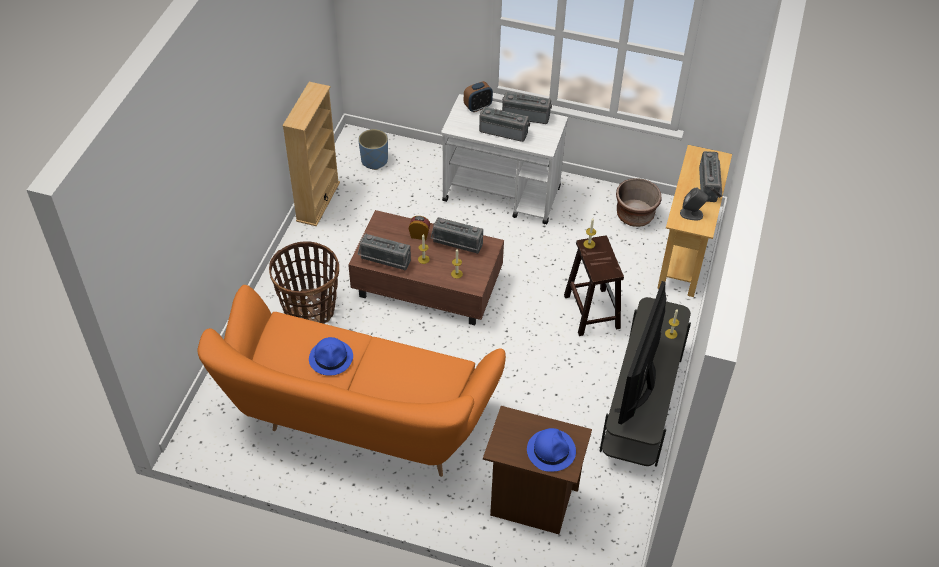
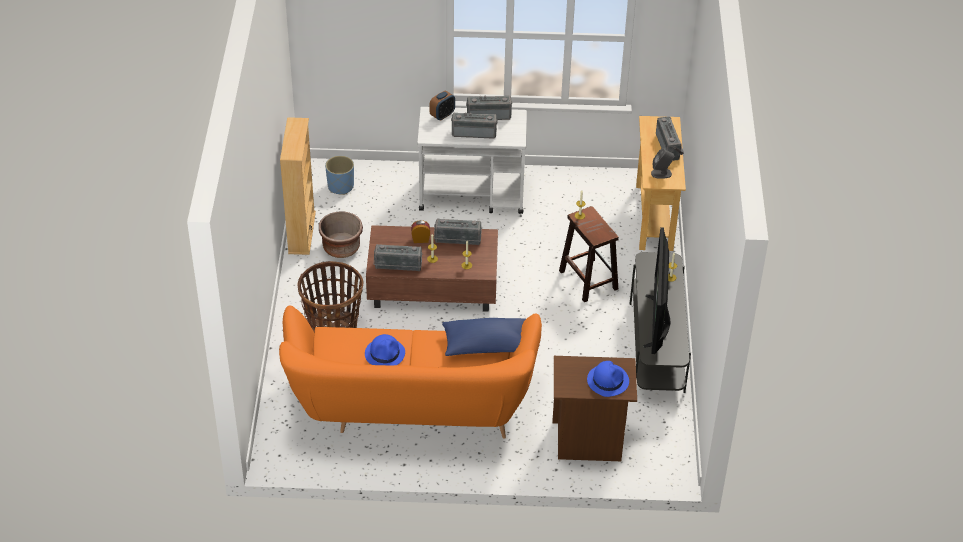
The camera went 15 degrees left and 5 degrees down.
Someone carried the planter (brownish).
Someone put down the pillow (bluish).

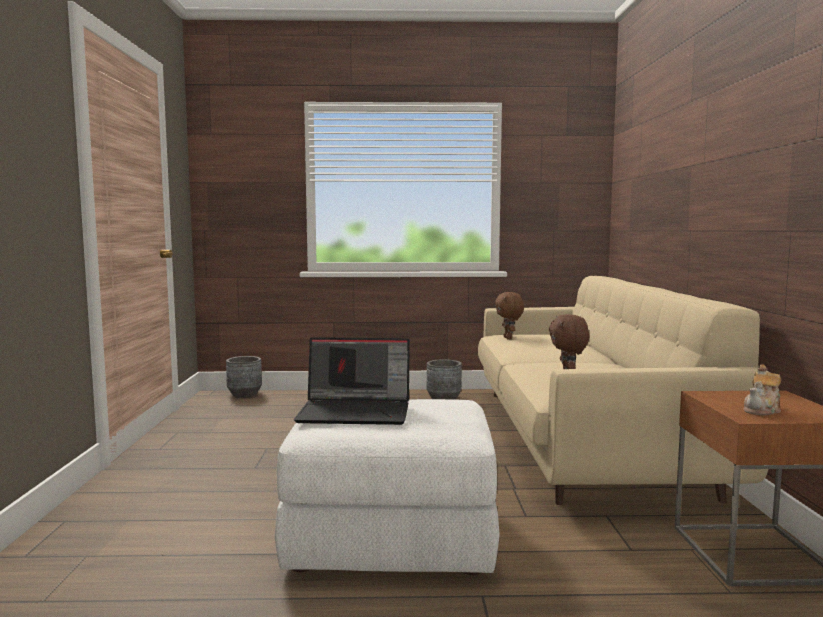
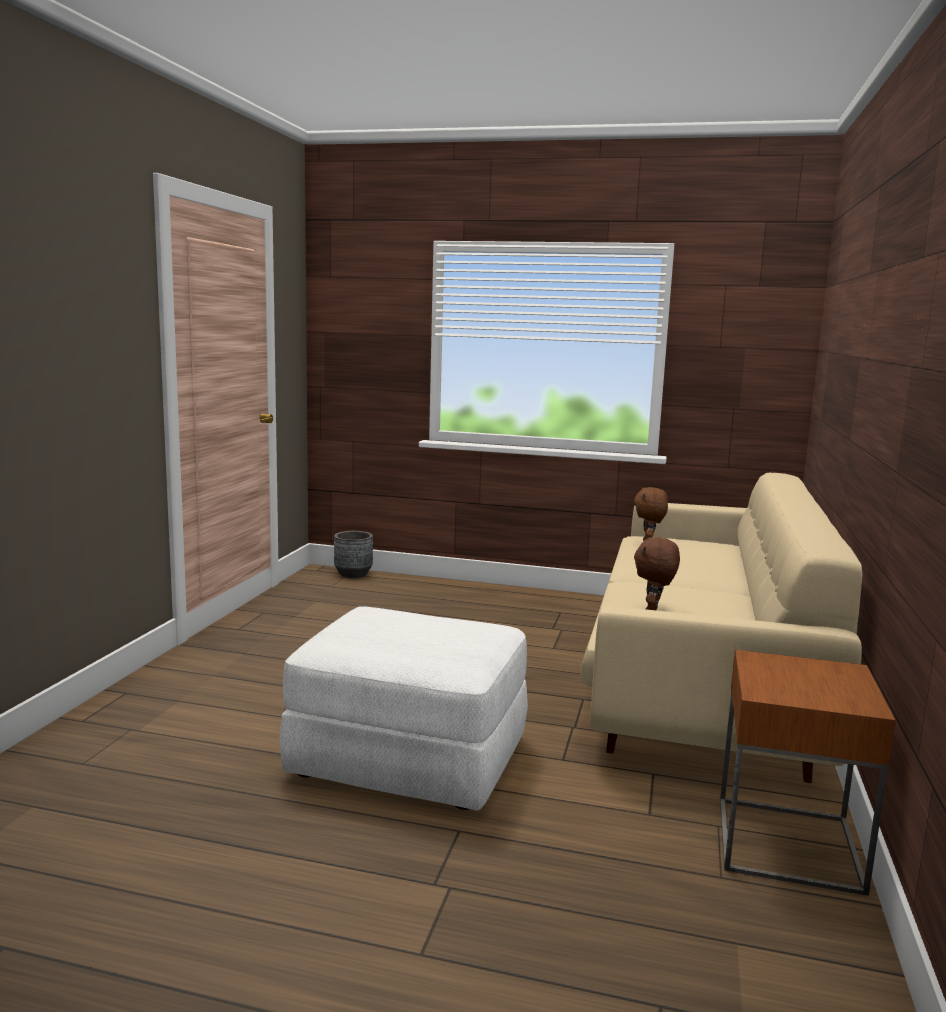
The camera went 15 degrees right and 5 degrees up.
Someone took away the laptop.
Someone took away the planter (greyish) (no. 2 from left).
Someone took away the pot for tea.

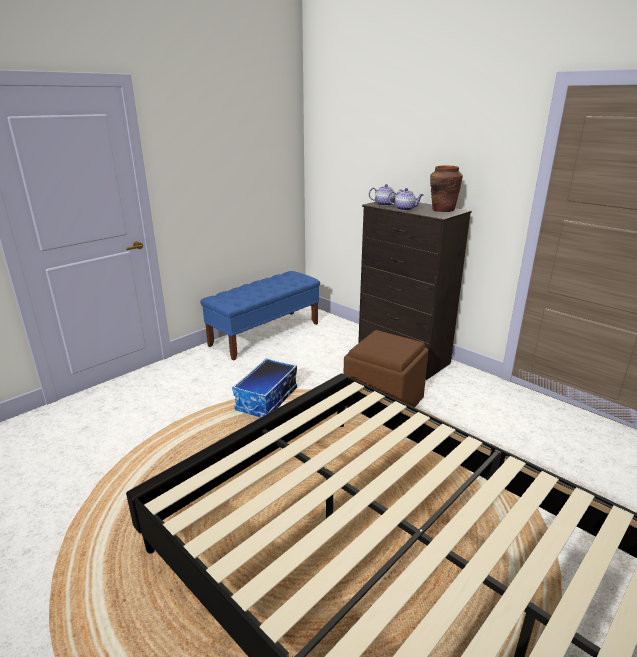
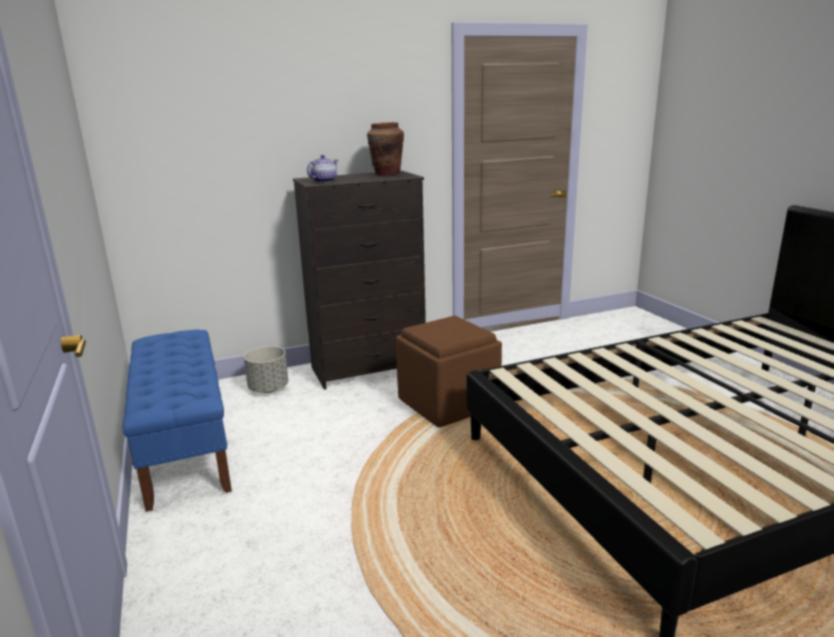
The camera went 65 degrees left and 5 degrees down.
Someone put down the planter (greyish).
Someone took away the storage bin.
Someone took away the pot for tea (no. 2 from left).

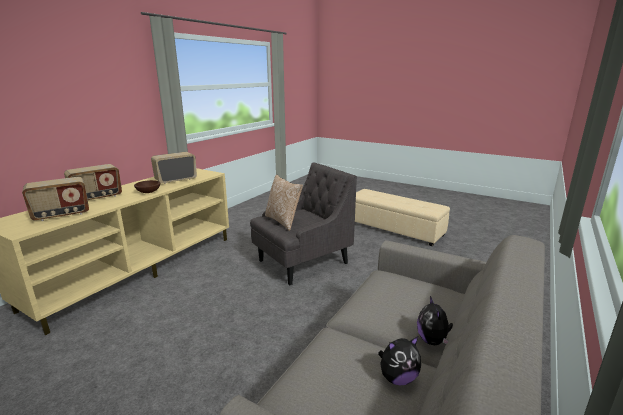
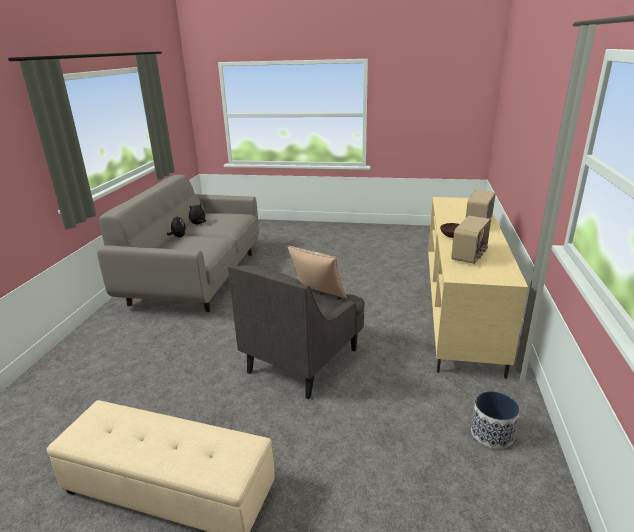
The camera went 160 degrees right and 5 degrees up.
Someone put down the planter.
Someone took away the radio receiver (no. 1 from left).

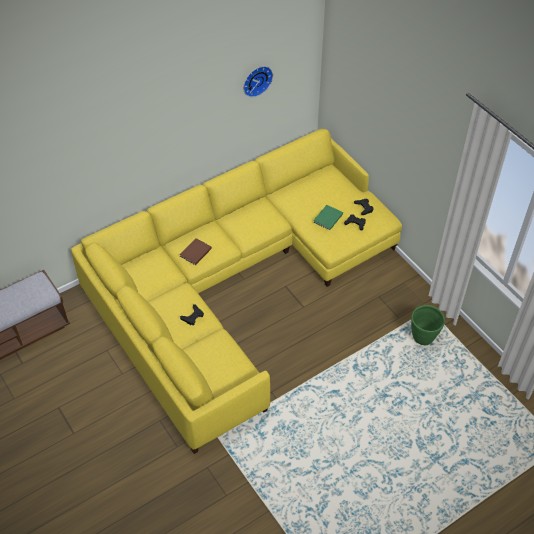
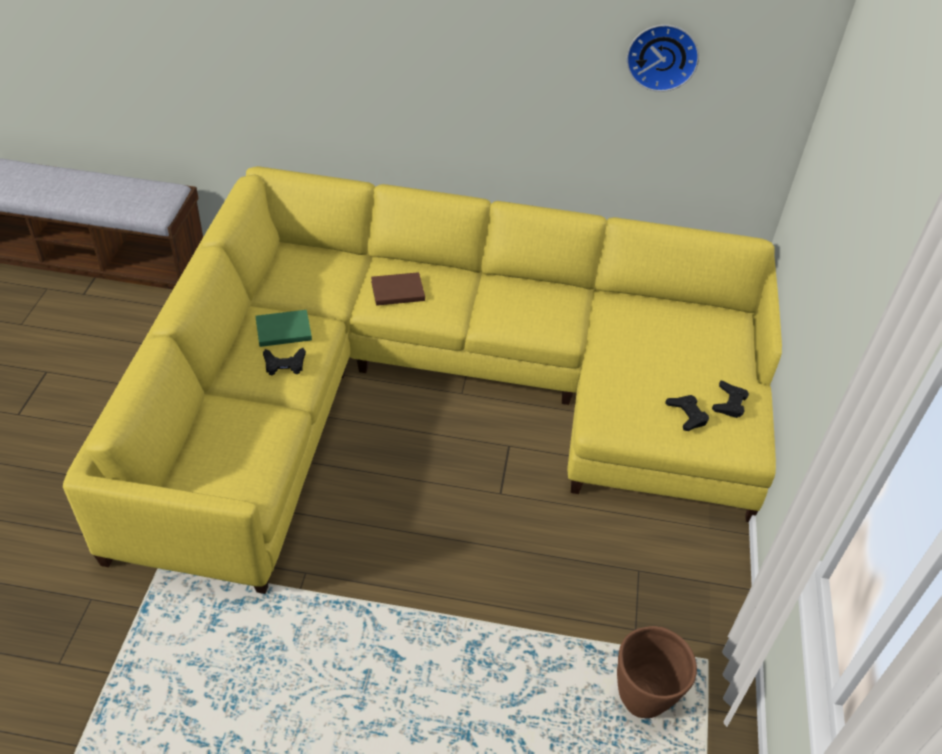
The camera went 40 degrees right and 5 degrees down.
Someone carried the book (green-coloured).
Someone repainted the planter (green-coloured), which became the planter (brownish).

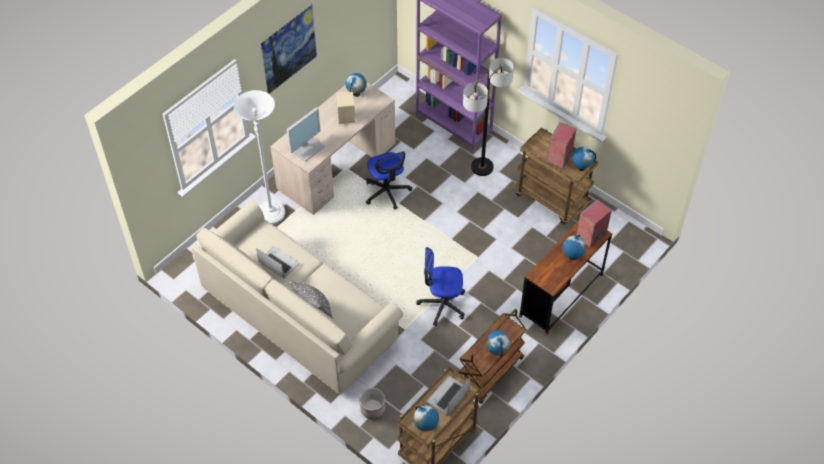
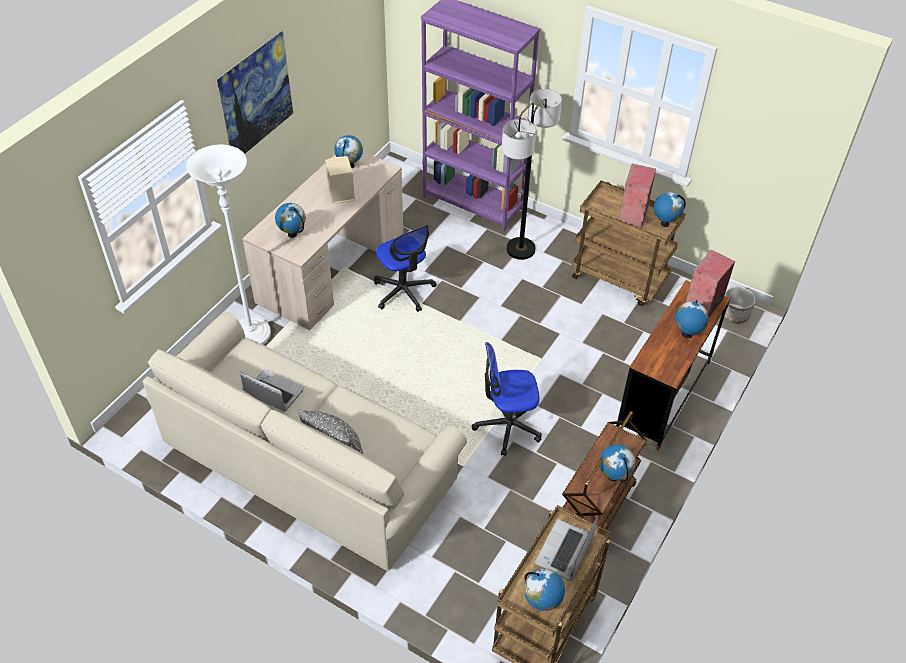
The camera went 10 degrees left and 5 degrees down.
Someone swapped the computer screen for the globe (no. 1 from left).
Someone carried the planter.

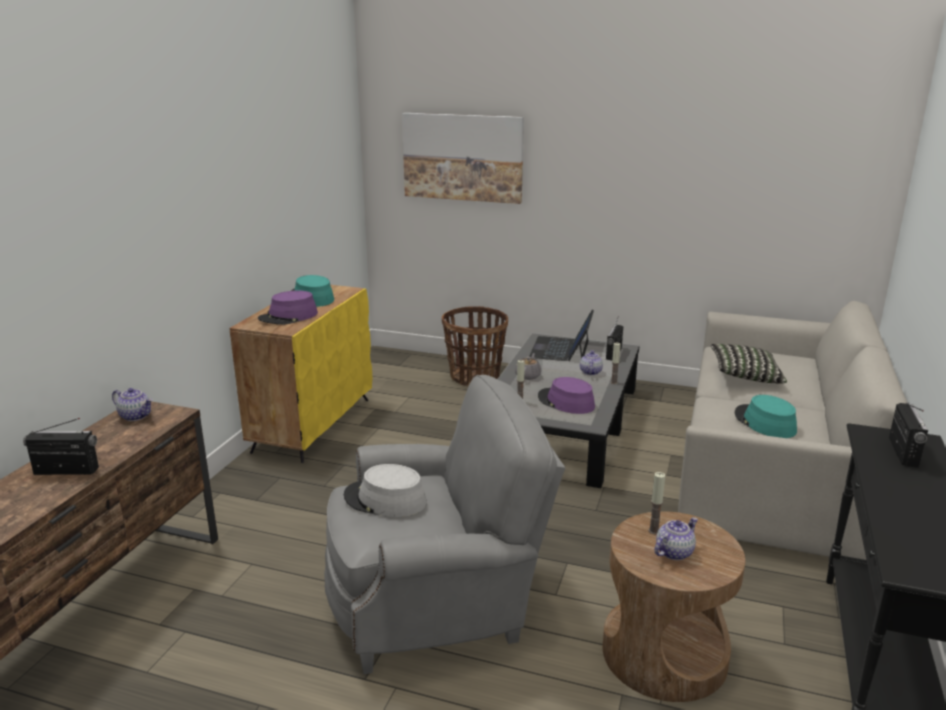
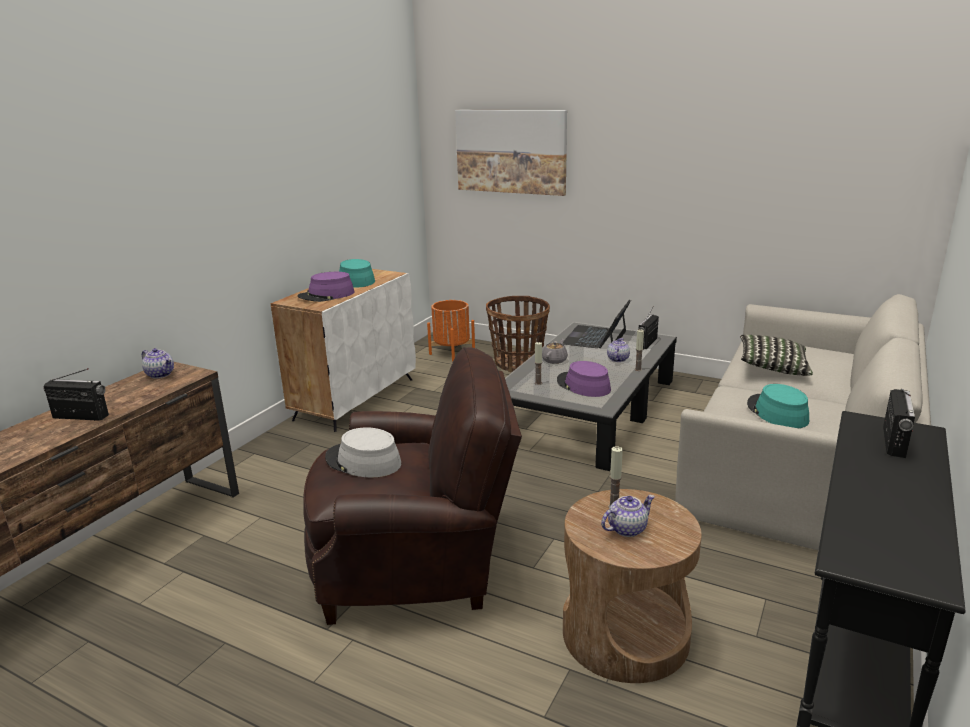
The camera went 10 degrees right and 0 degrees up.
Someone repainted the cupboard (yellow-coloured), which became the cupboard (white-coloured).
Someone repainted the easy chair (greyish), which became the easy chair (brownish).
Someone put down the planter (orange).

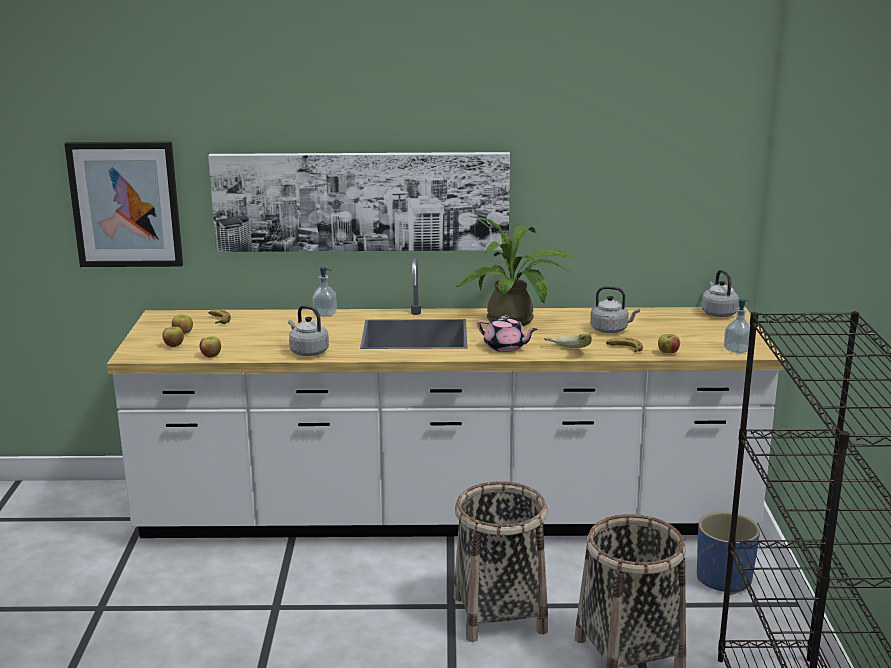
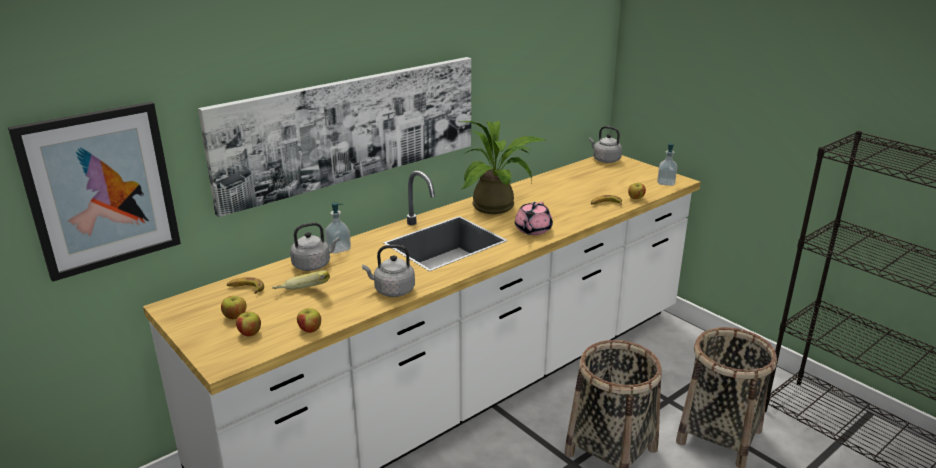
The camera went 40 degrees left and 5 degrees up.
Someone carried the banana (no. 2 from left).
Someone carried the water kettle (greyish) (no. 2 from left in the first image).
Someone rotated the pot for tea (pink) by 120 degrees clockwise.
Someone took away the planter (bluish).

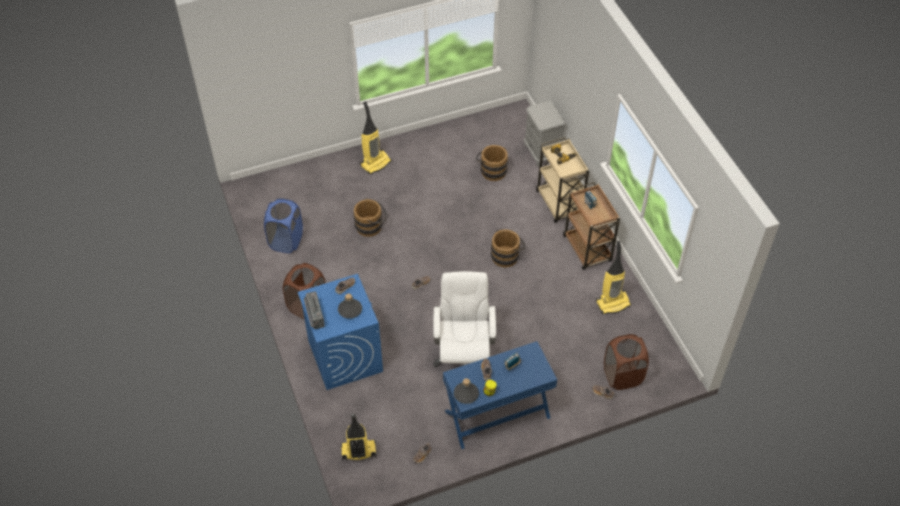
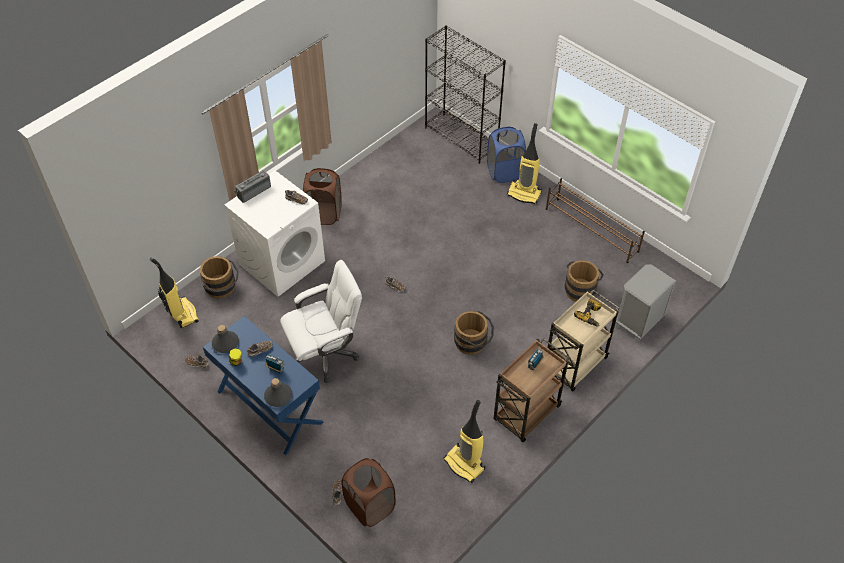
The camera went 65 degrees right and 0 degrees up.
Someone carried the water bucket (brownish) (no. 1 from left).
Someone repainted the laundry appliance (bluish), which became the laundry appliance (white-coloured).
Someone carried the bottle (greyish) (no. 1 from left in the first image).
Someone put down the shelving unit (black).
Someone carried the hamper (bluish).
Someone put down the shoe shelf (brownish).

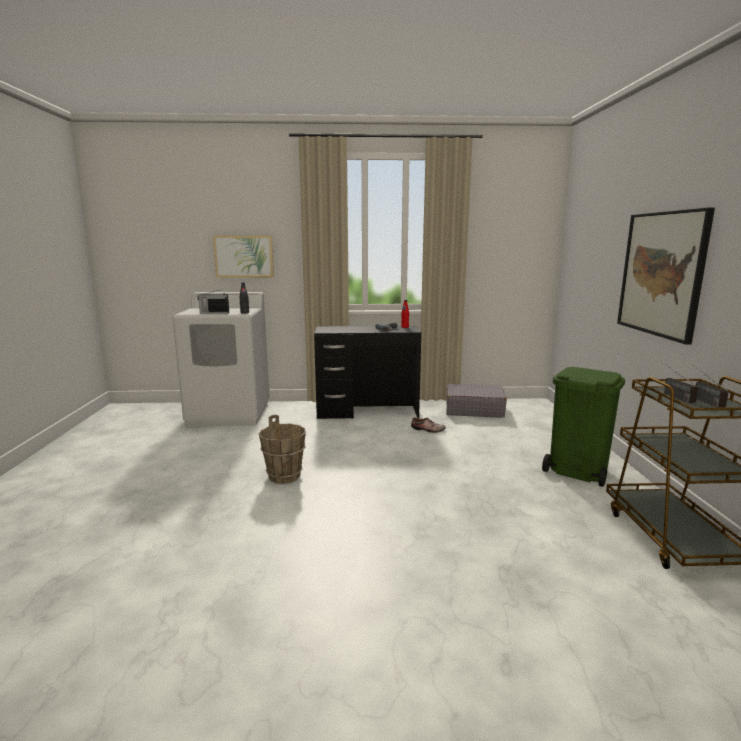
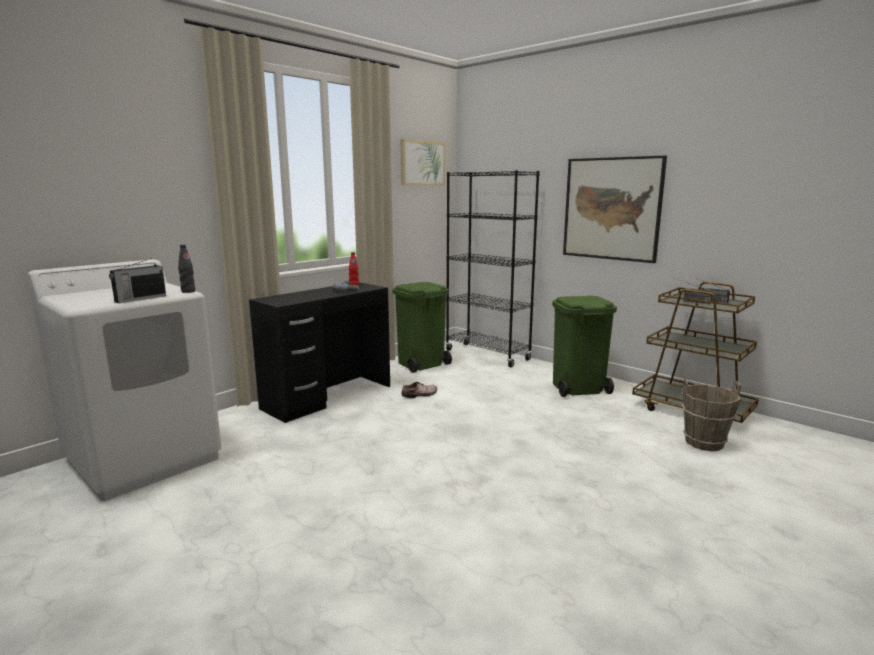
The camera went 45 degrees left and 0 degrees up.
Someone swapped the suitcase (greyish) for the trash can (green-coloured) (no. 1 from left).
Someone carried the wall art (no. 1 from left).
Someone put down the shelving unit (black).
Someone carried the water bucket (brownish).

